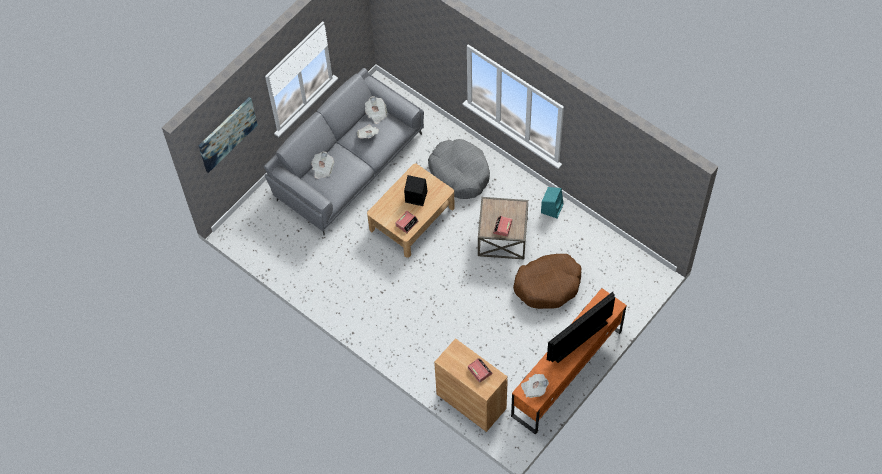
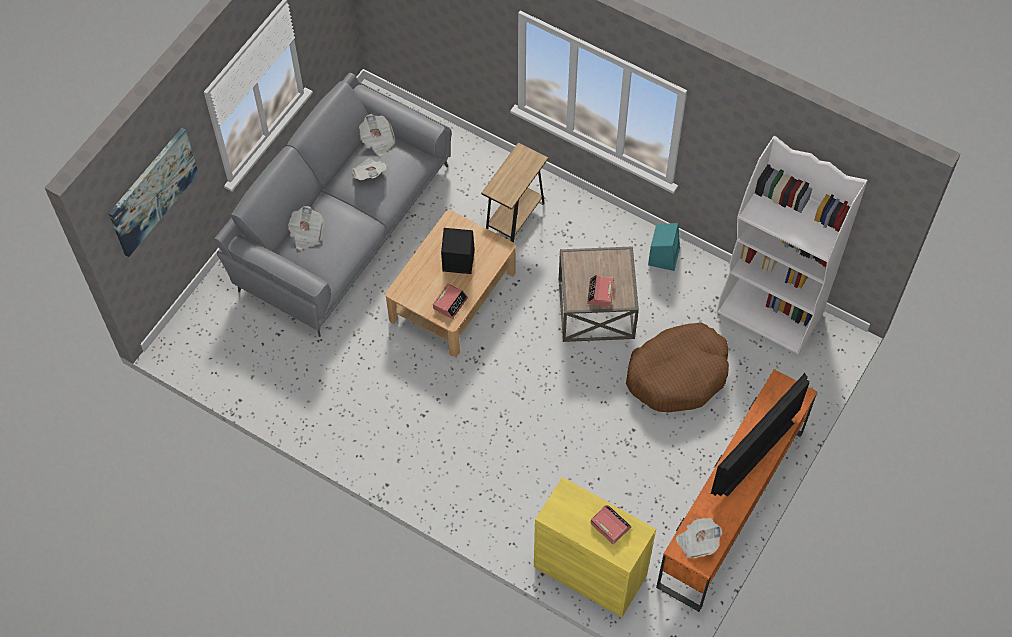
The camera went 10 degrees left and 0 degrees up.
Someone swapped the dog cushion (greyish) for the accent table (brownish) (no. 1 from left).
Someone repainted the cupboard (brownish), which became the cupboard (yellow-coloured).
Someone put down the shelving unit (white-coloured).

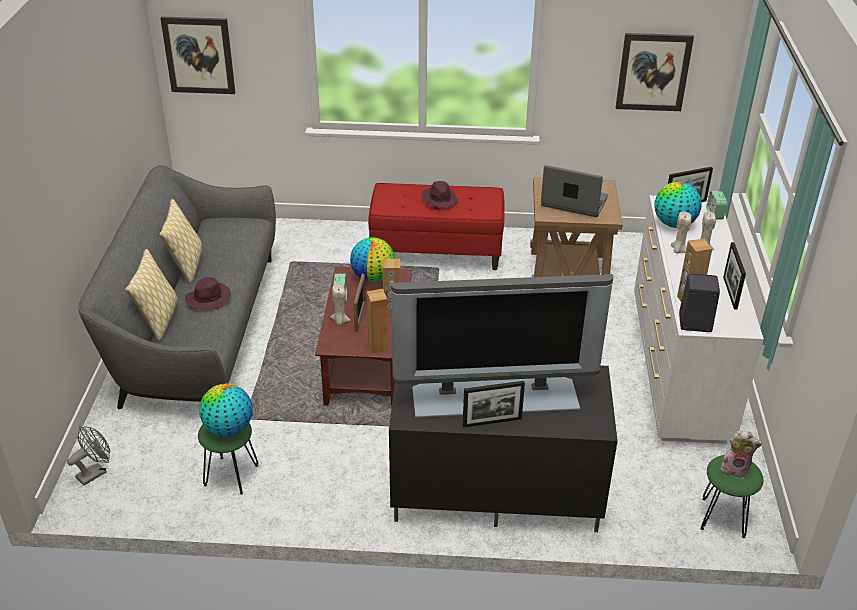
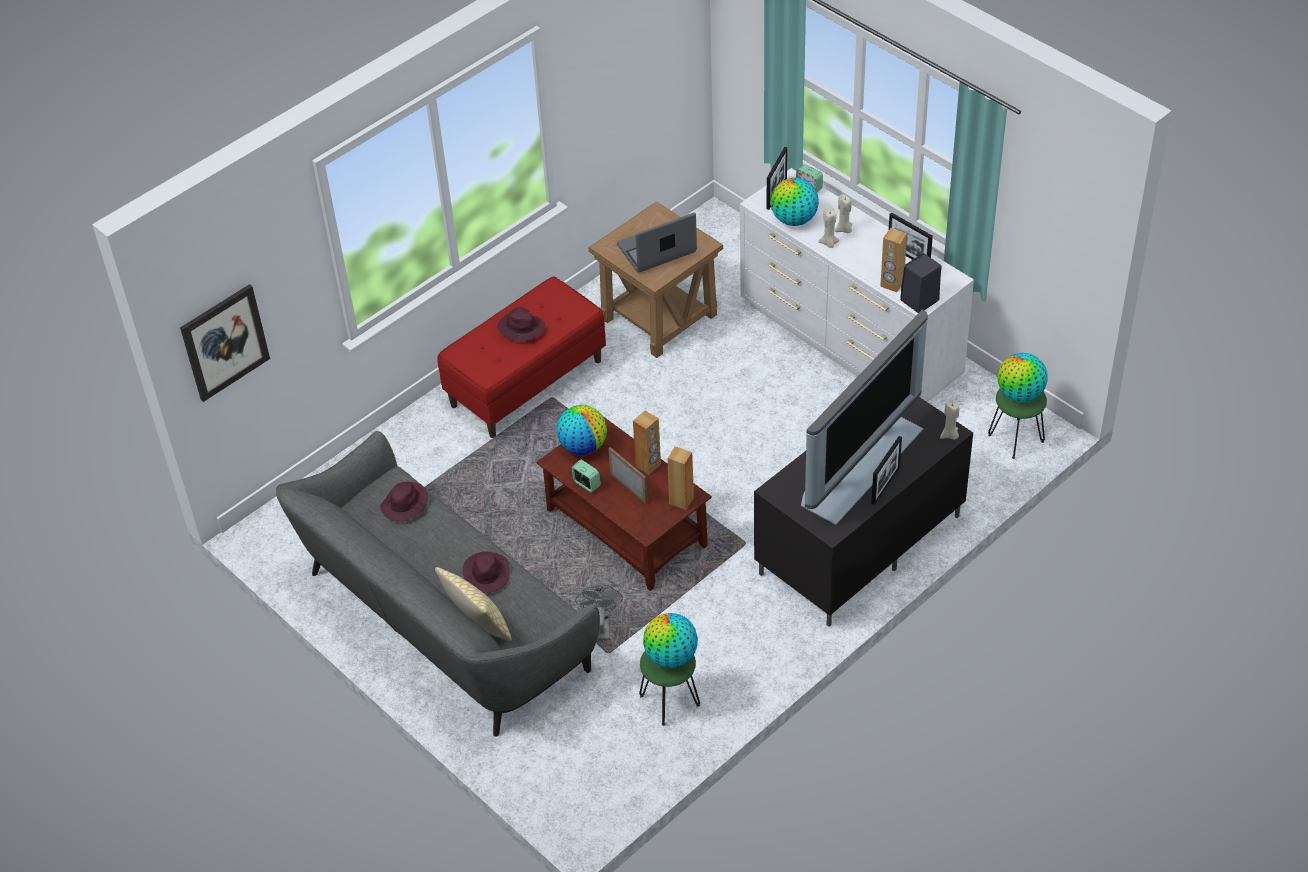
The camera went 45 degrees left and 10 degrees up.
Someone put down the clothing hat (purple-coloured) (no. 1 from left).
Someone carried the electric fan (greyish).
Someone carried the candle (beige) (no. 1 from left in the first image).
Someone swapped the soft toy for the globe (no. 4 from left).
Someone took away the pillow (no. 2 from left).
Someone took away the wall art (no. 2 from left).

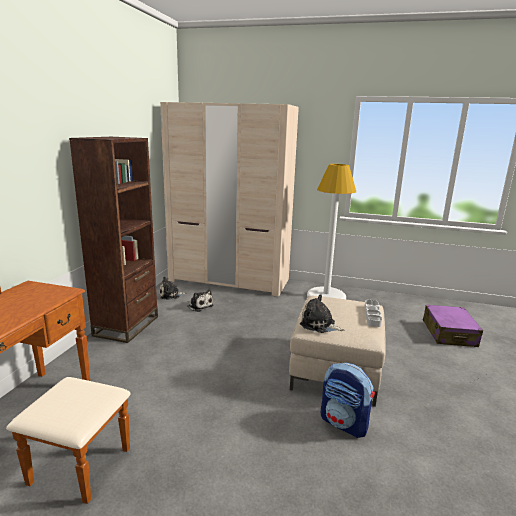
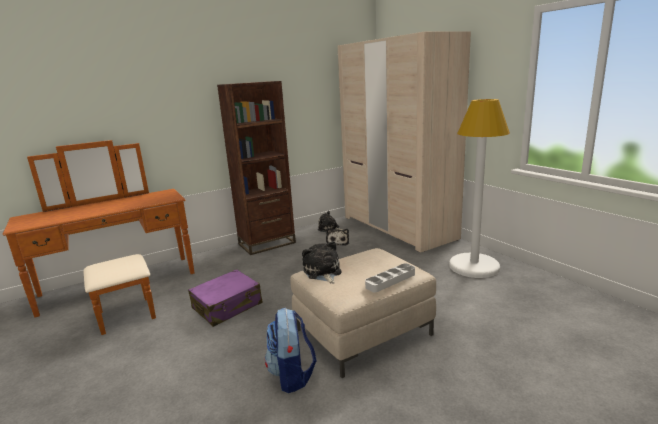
The camera went 45 degrees right and 0 degrees up.
Someone carried the suitcase (purple-coloured).

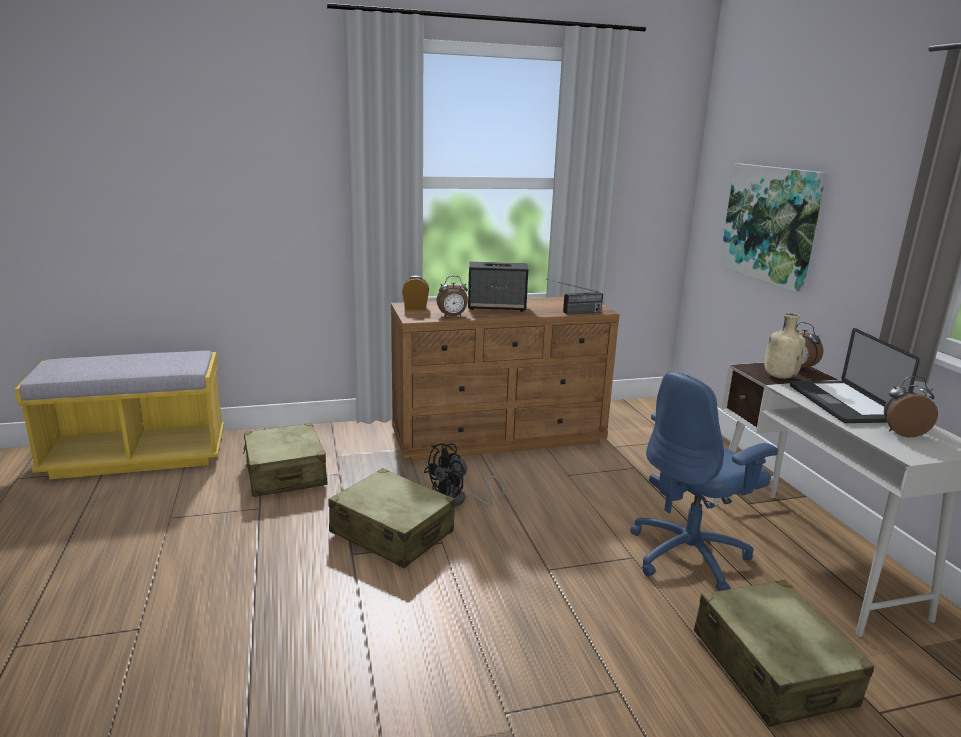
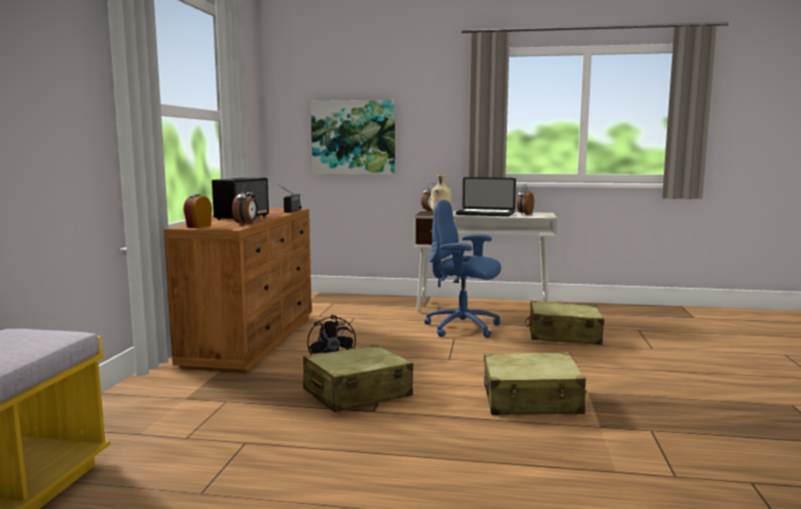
The camera went 65 degrees left and 10 degrees down.
Someone rotated the desk chair (bluish) by 120 degrees clockwise.
Someone carried the suitcase (beige) (no. 1 from left in the first image).

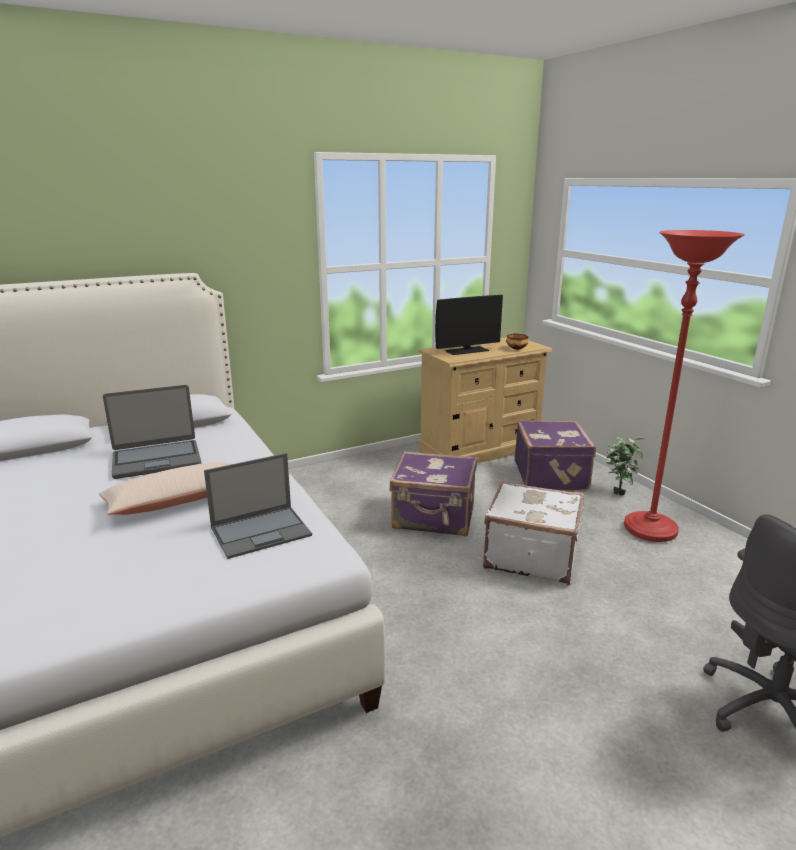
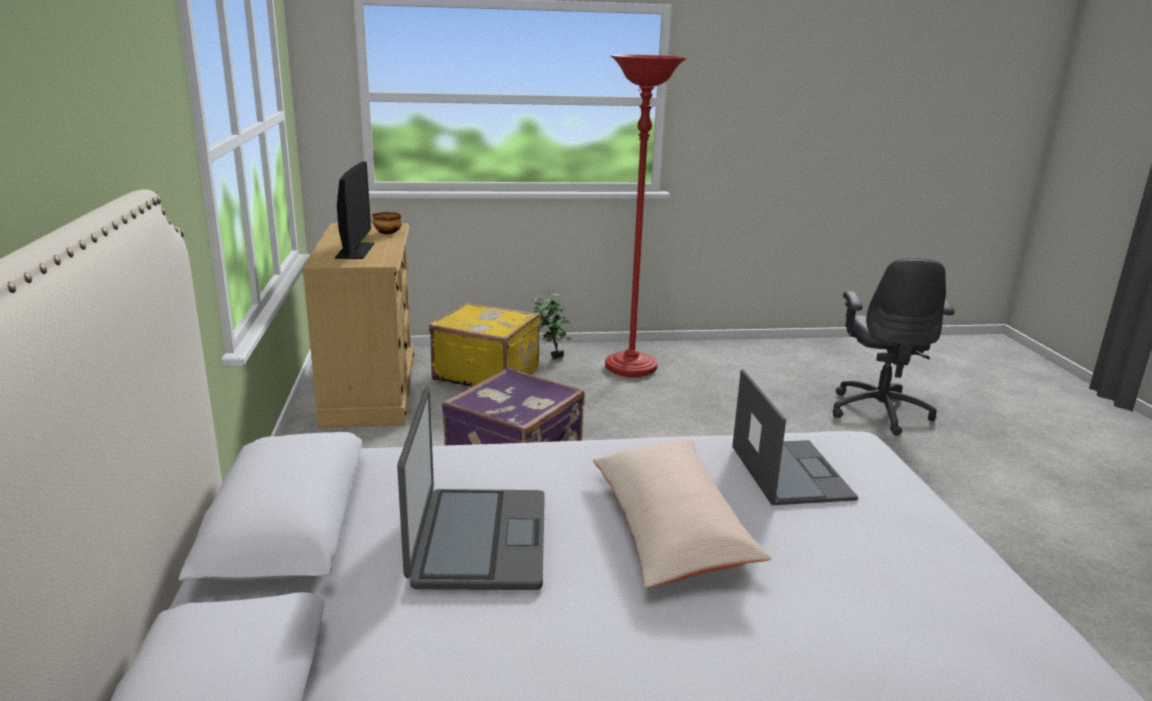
The camera went 70 degrees left and 0 degrees up.
Someone repainted the suitcase (purple-coloured) (no. 2 from left), which became the suitcase (yellow-coloured).
Someone took away the suitcase (white-coloured).

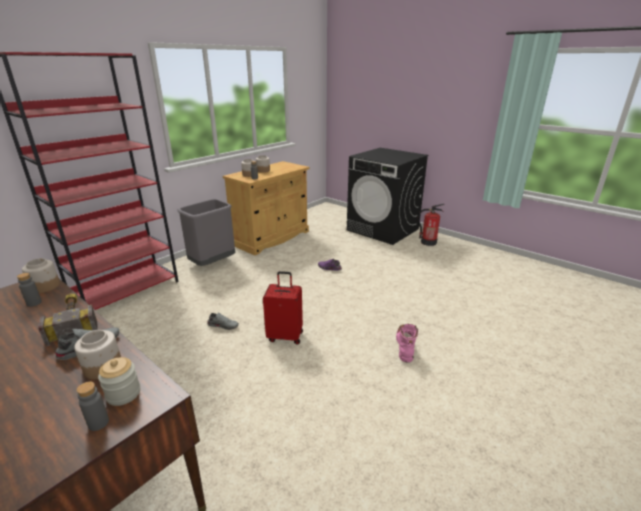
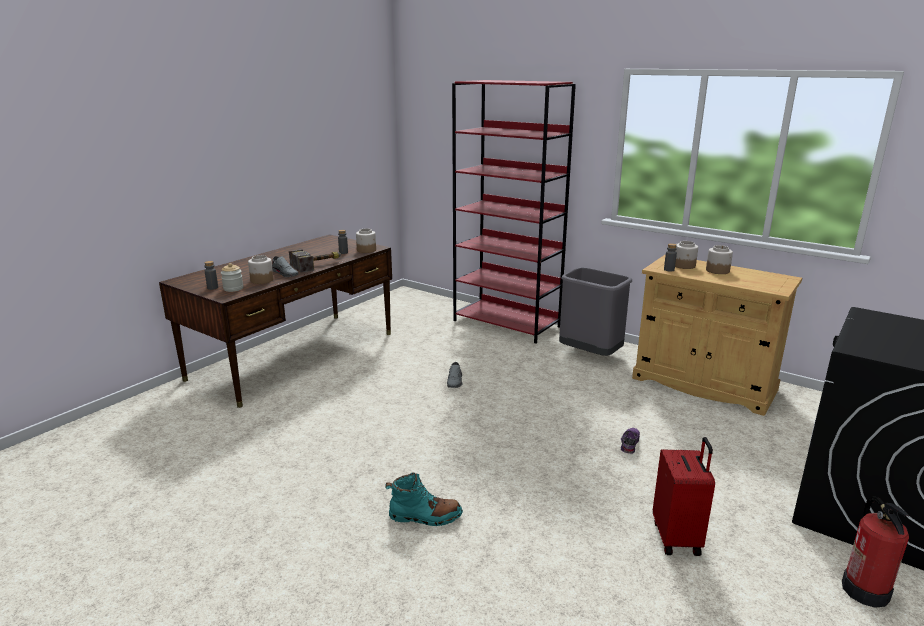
The camera went 85 degrees right and 5 degrees down.
Someone repainted the boot (pink), which became the boot (turquoise-coloured).
Someone carried the suitcase (red).

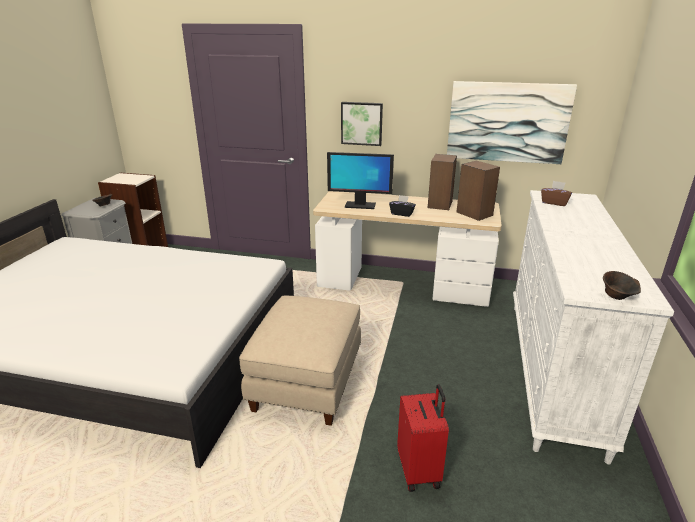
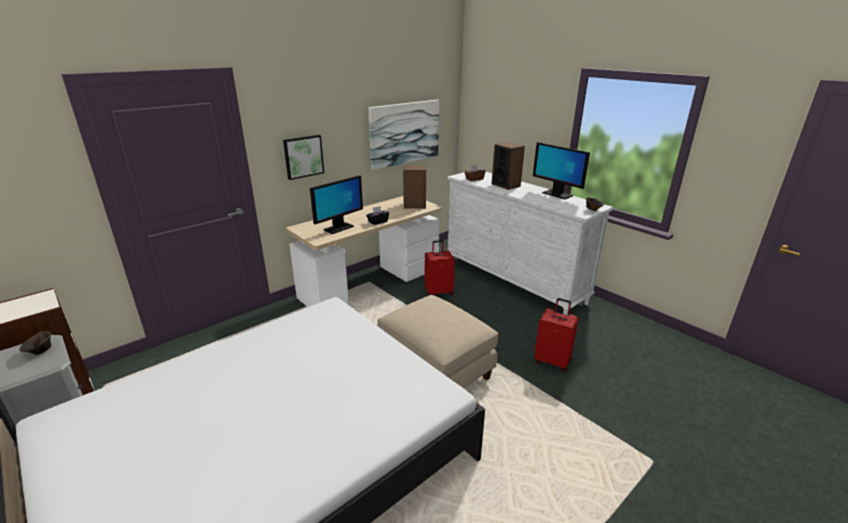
The camera went 55 degrees left and 0 degrees up.
Someone put down the suitcase (red) (no. 1 from left).
Someone carried the speaker (no. 1 from left in the first image).
Someone put down the computer screen (no. 2 from left).

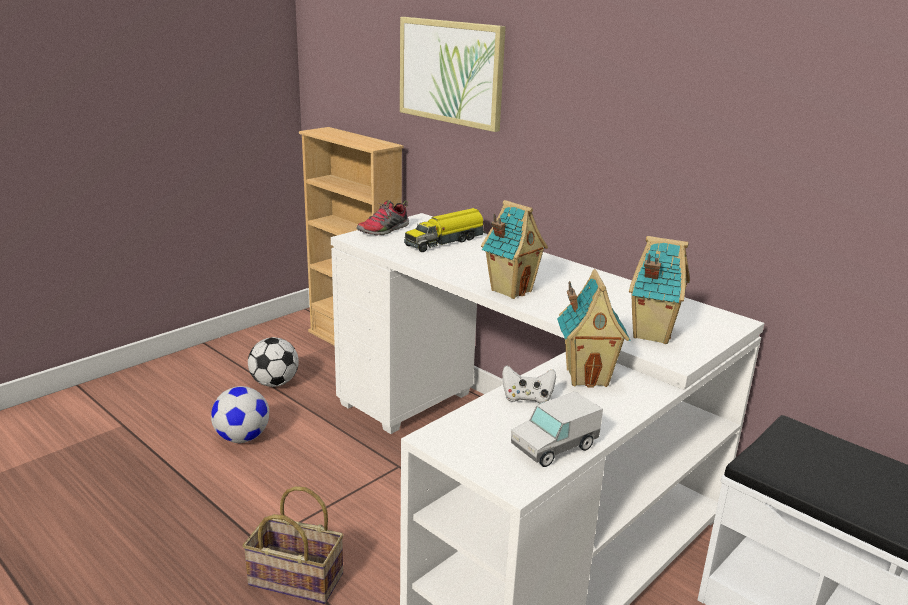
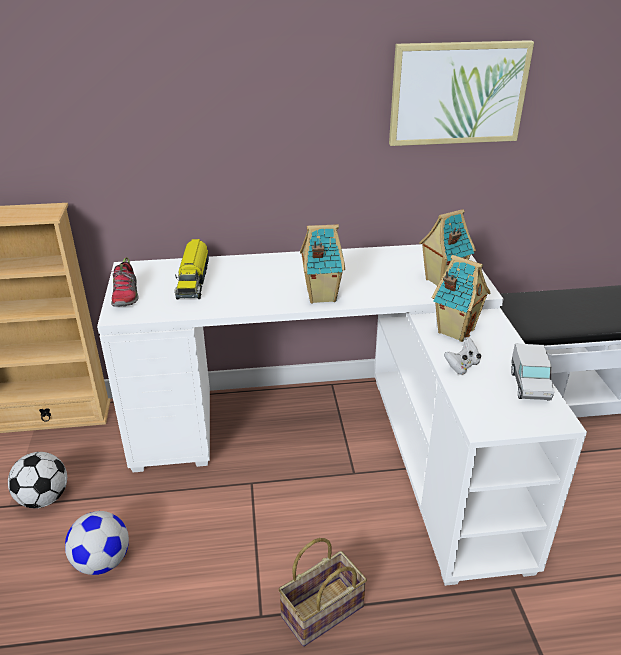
The camera went 50 degrees left and 10 degrees up.
Someone carried the wall art.

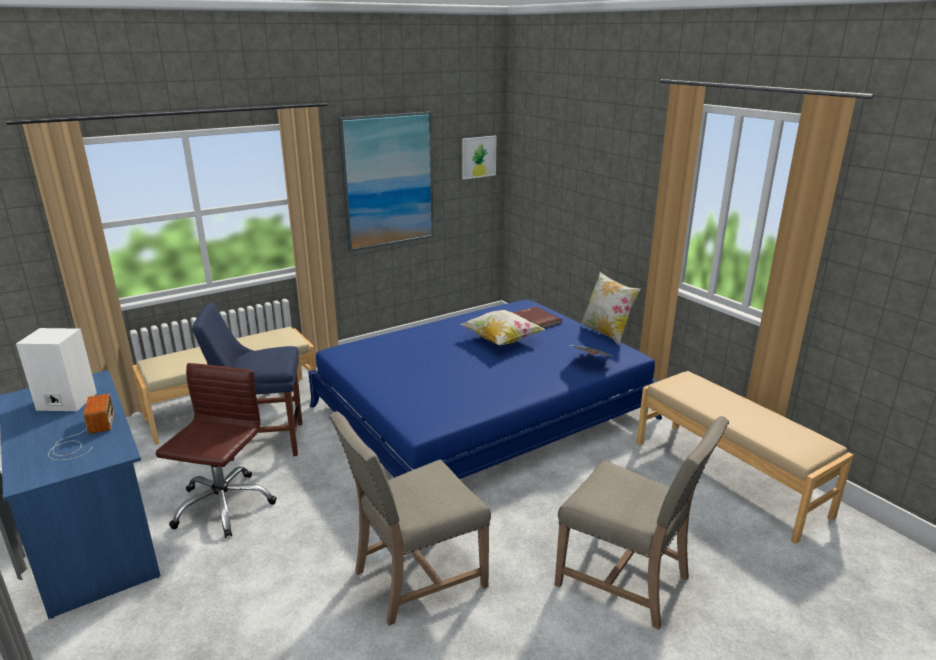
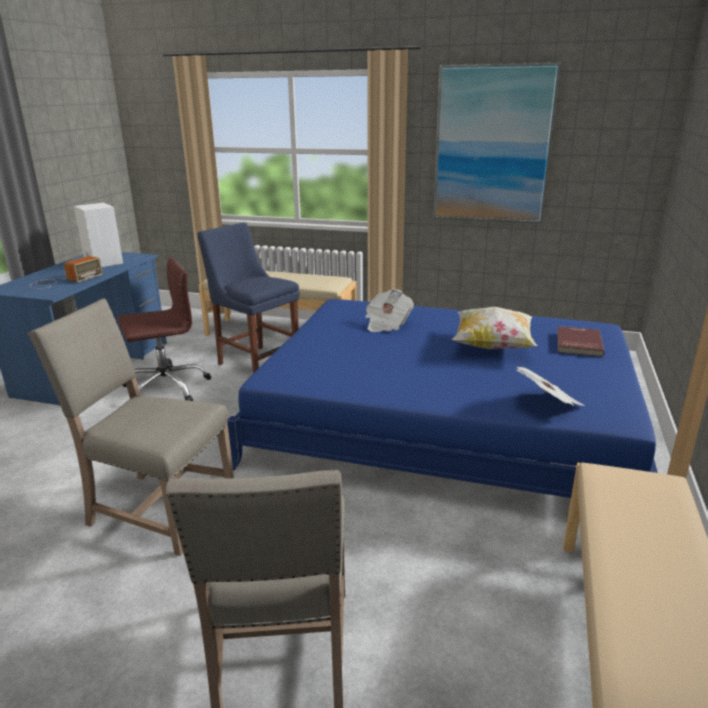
The camera went 50 degrees right and 0 degrees up.
Someone put down the daily paper (no. 1 from left).
Someone took away the wall art (no. 2 from left).
Someone took away the pillow (no. 2 from left).

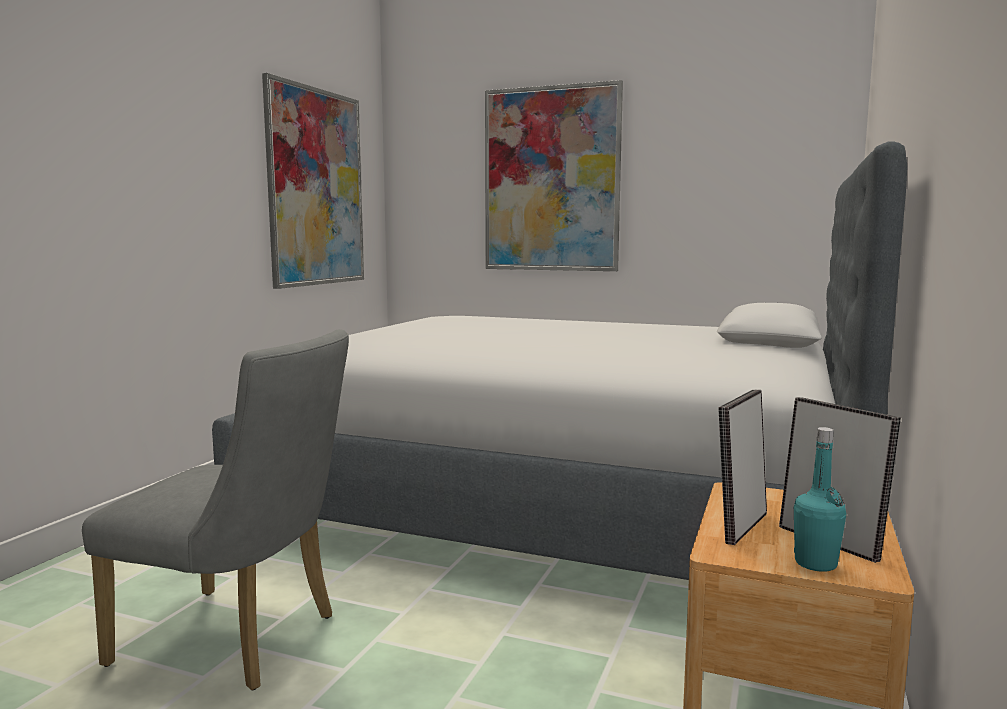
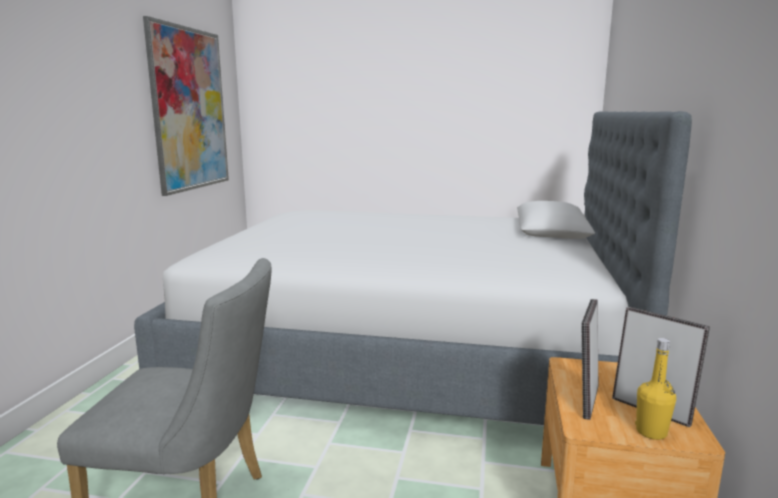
The camera went 10 degrees left and 5 degrees up.
Someone repainted the bottle (turquoise-coloured), which became the bottle (yellow-coloured).
Someone took away the wall art (no. 2 from left).

